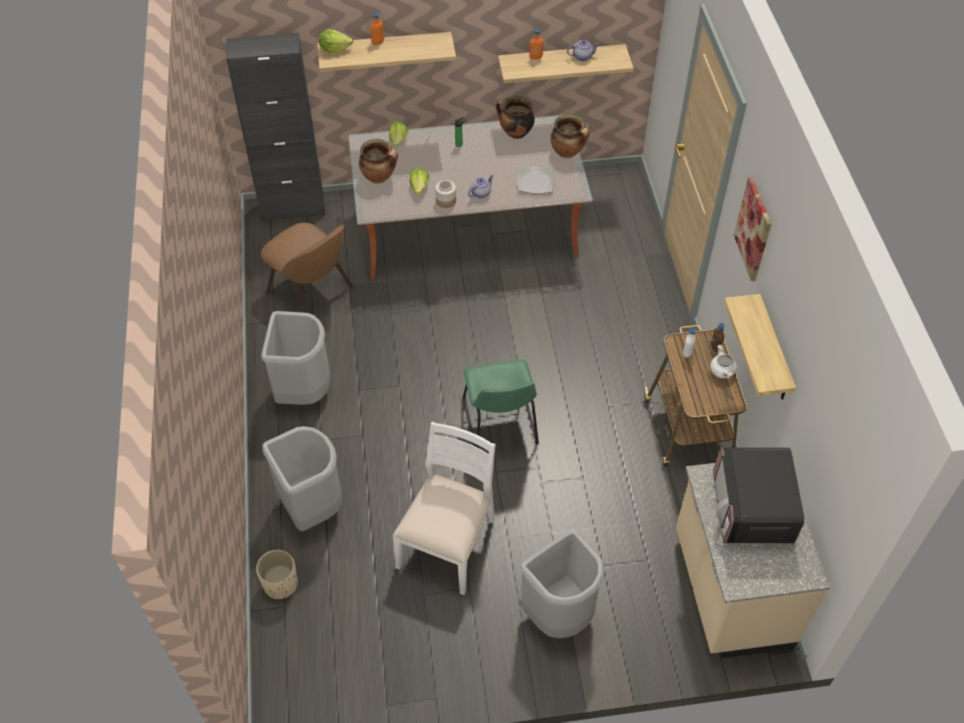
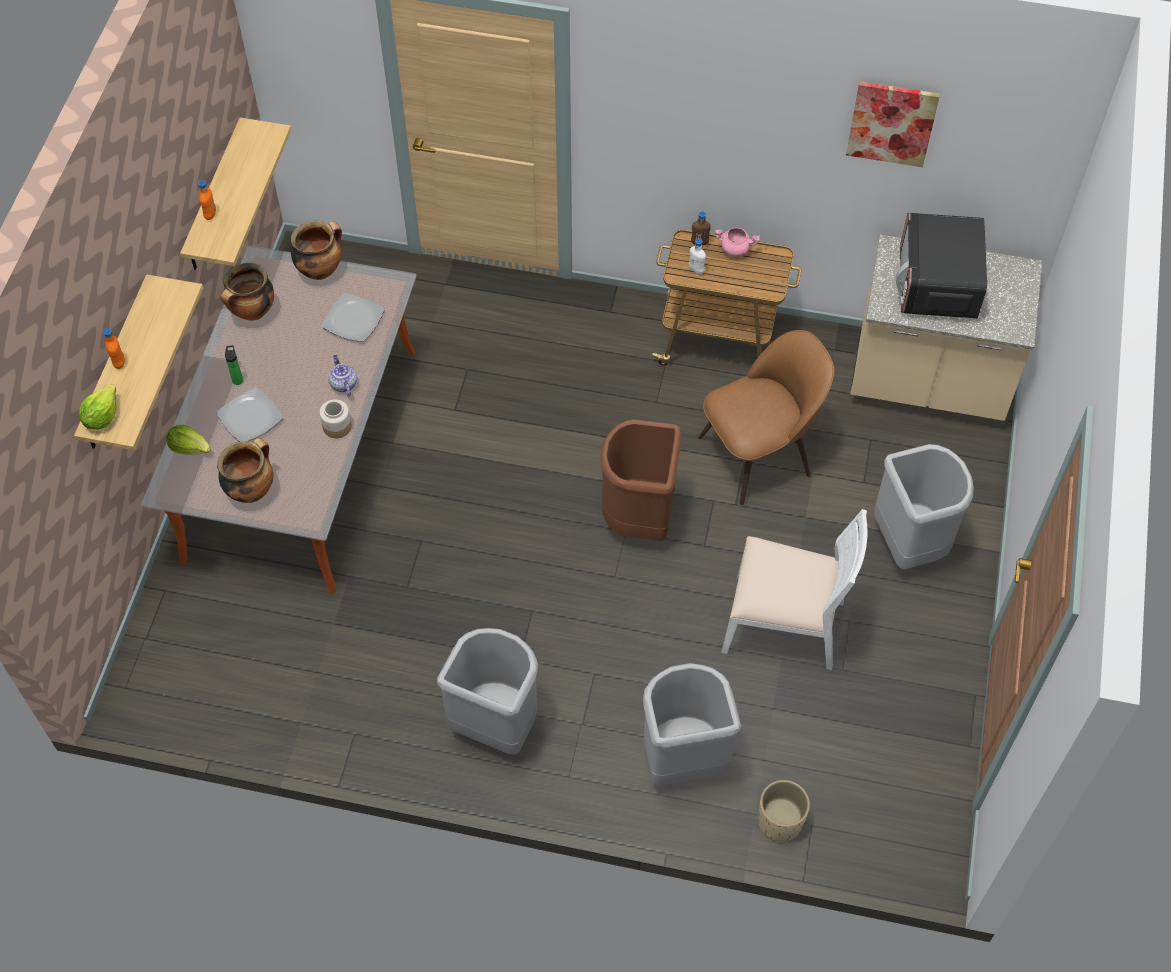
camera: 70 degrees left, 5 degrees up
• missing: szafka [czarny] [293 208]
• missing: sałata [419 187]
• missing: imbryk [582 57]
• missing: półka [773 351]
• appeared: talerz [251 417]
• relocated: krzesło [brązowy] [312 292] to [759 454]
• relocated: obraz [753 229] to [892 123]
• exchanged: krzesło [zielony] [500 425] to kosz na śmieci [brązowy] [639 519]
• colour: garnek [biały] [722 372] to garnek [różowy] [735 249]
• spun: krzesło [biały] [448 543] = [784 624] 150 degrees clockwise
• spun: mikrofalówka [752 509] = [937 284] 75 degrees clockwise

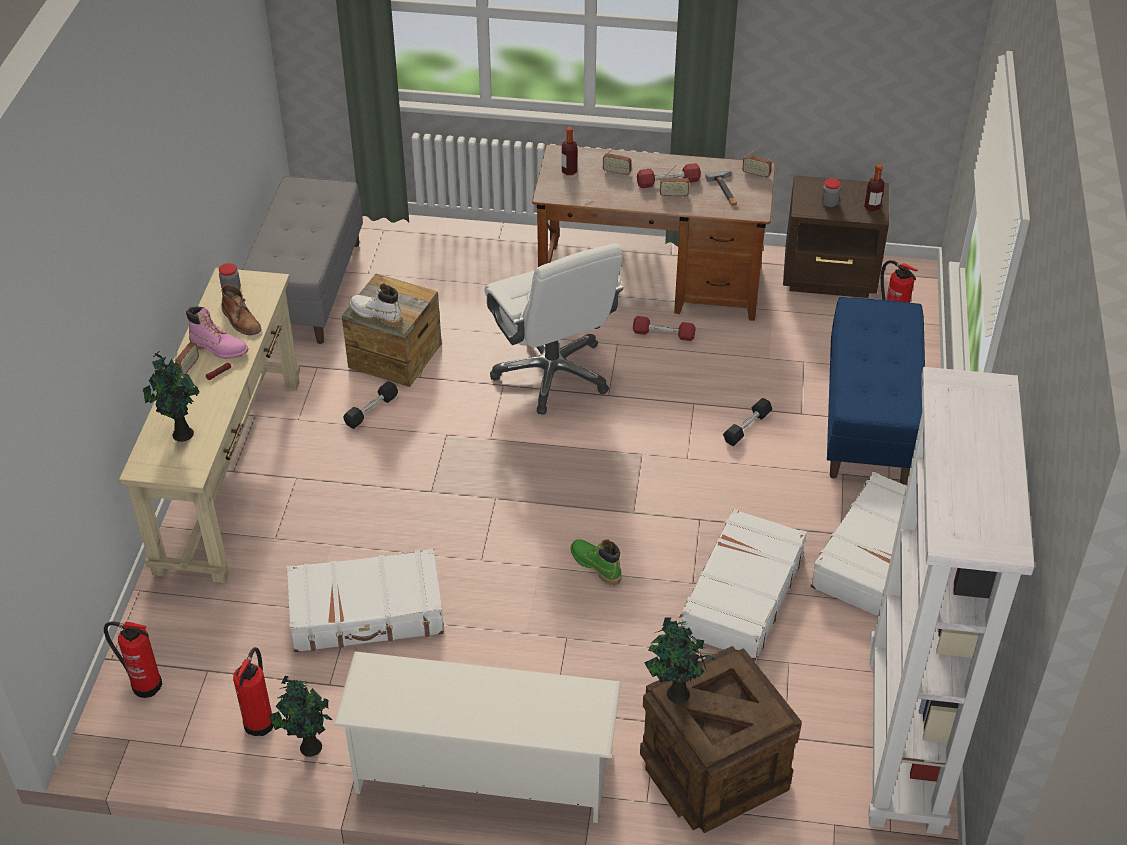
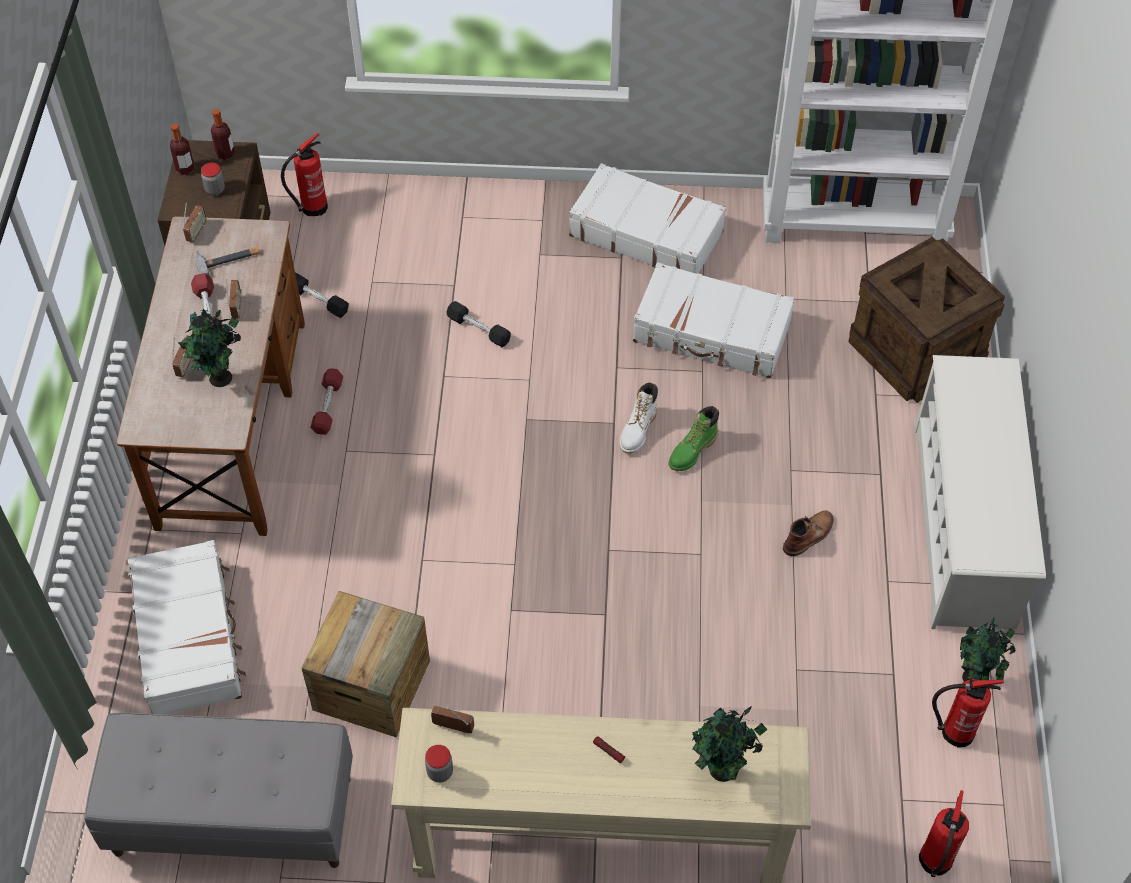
camera: 95 degrees left, 10 degrees up
• missing: but z cholewką [różowy] [219 348]
• missing: krzesło biurowe [biały] [553 373]
• missing: ławka [niebieski] [869 420]
• relocated: radio [188 367] to [453 727]
• relocated: but z cholewką [brązowy] [241 320] to [809 535]
• relocated: walizka [biały] [367 613] to [189 636]
• relocated: hantel [czarny] [371 410] to [318 300]
• relocated: but z cholewką [biały] [376 314] to [638 431]
• relocated: butelka [569 171] to [185 169]
• relocated: roślina doniczkowa [675 694] to [221 379]

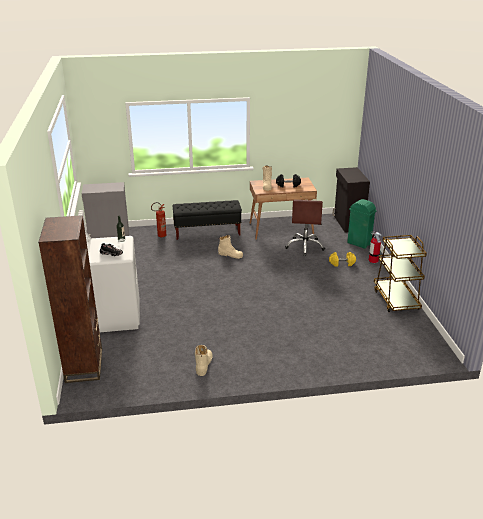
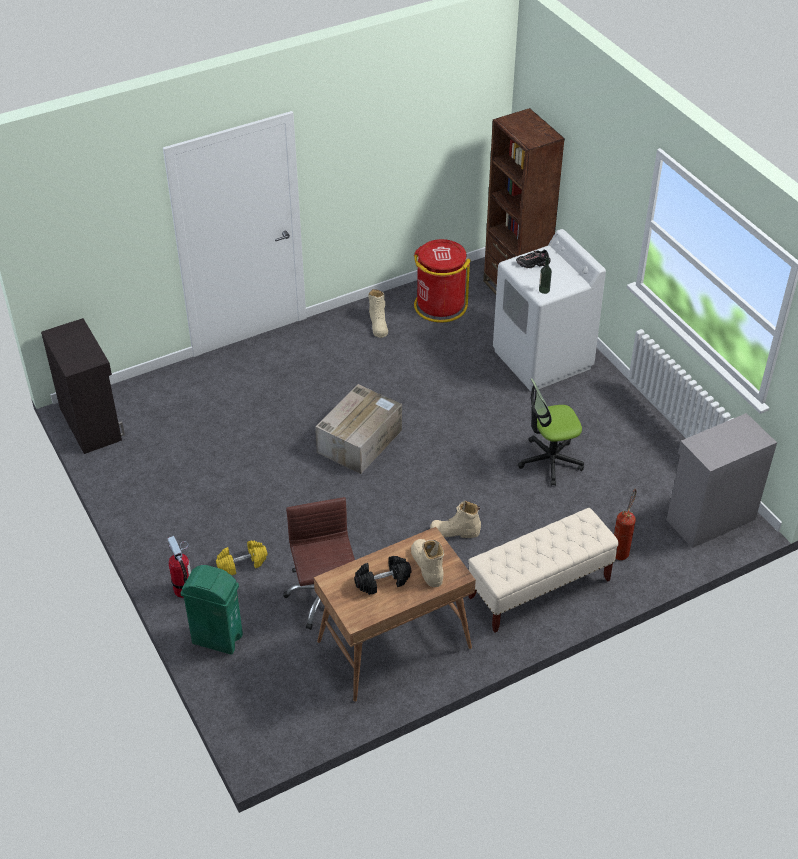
camera: 160 degrees right, 15 degrees up
• missing: wózek [brązowy] [396 299]
• appeared: karton [360 440]
• appeared: kosz na śmieci [czerwony] [440 306]
• appeared: krzesło biurowe [550 461]
• relocated: szafka [czarny] [348 223] to [91 423]
• colour: ławka [czarny] [207 232] to ławka [beżowy] [539 589]

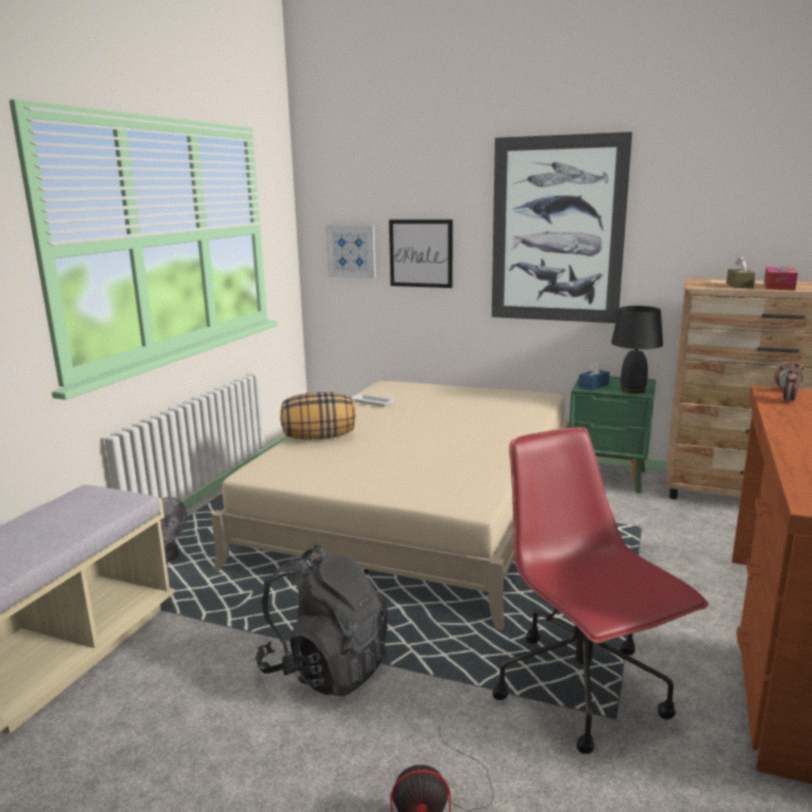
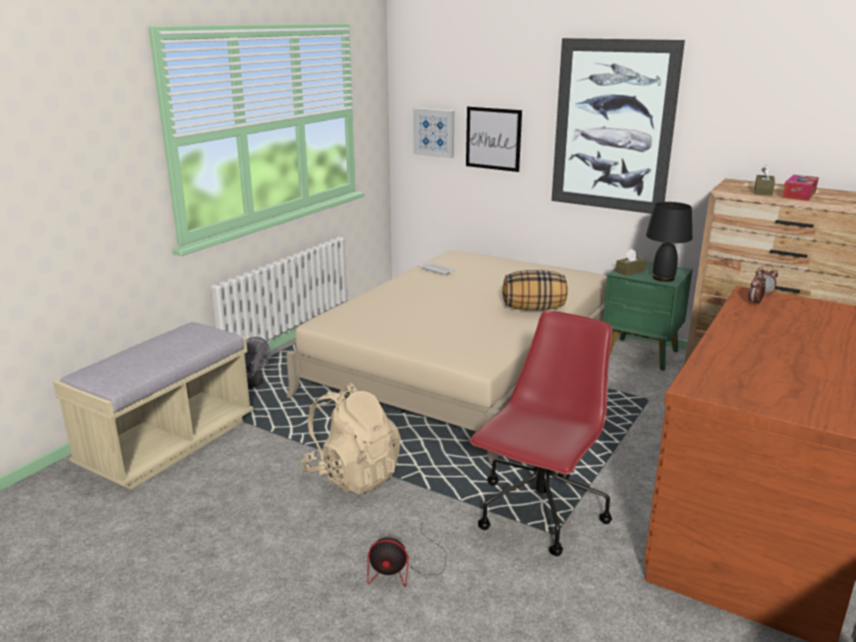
camera: 10 degrees right, 5 degrees up
• relocated: poduszka [319 437] to [533 308]
• colour: plecak [czarny] [326 668] to plecak [beżowy] [353 475]
• colour: pudełko chusteczek [niebieski] [593 386] to pudełko chusteczek [brązowy] [630 271]
• spun: krzesło biurowe [czerwony] [583 690] = [539 513] 45 degrees clockwise

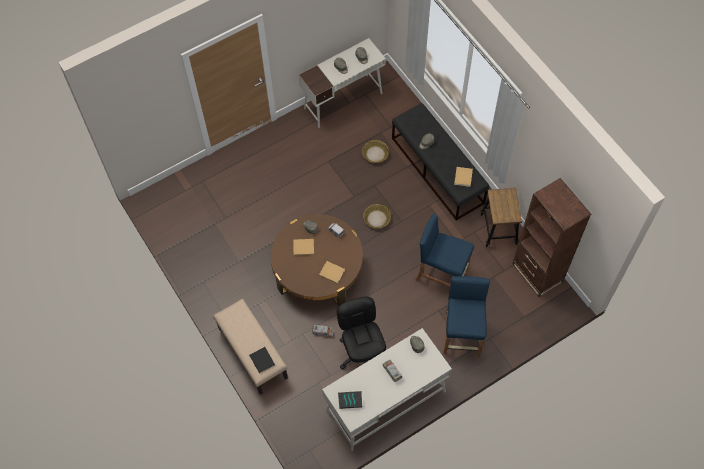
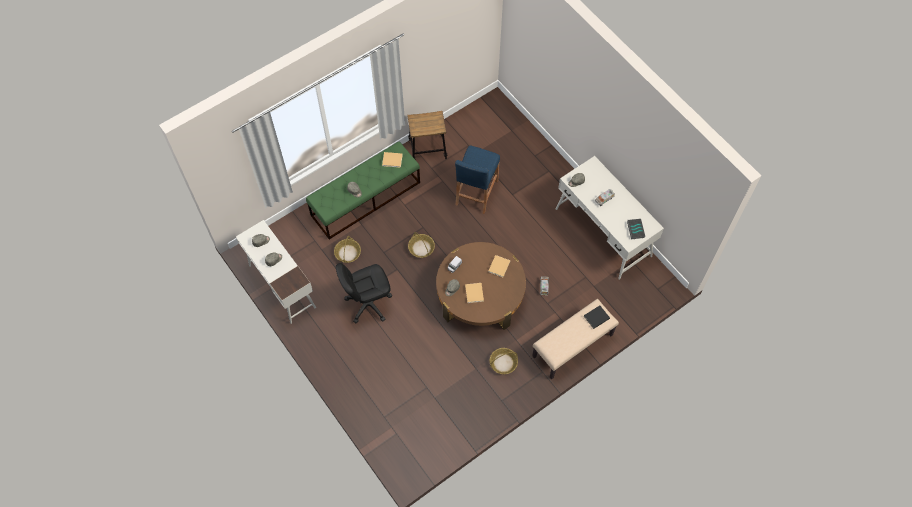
camera: 95 degrees left, 0 degrees up
• missing: stołek [niebieski] [462 334]
• missing: regał [brązowy] [537 273]
• appeared: koszyk [503 363]
• relocated: krzesło biurowe [czarny] [362 353] to [368 303]
• colour: ławka [czarny] [437 170] to ławka [zielony] [366 198]

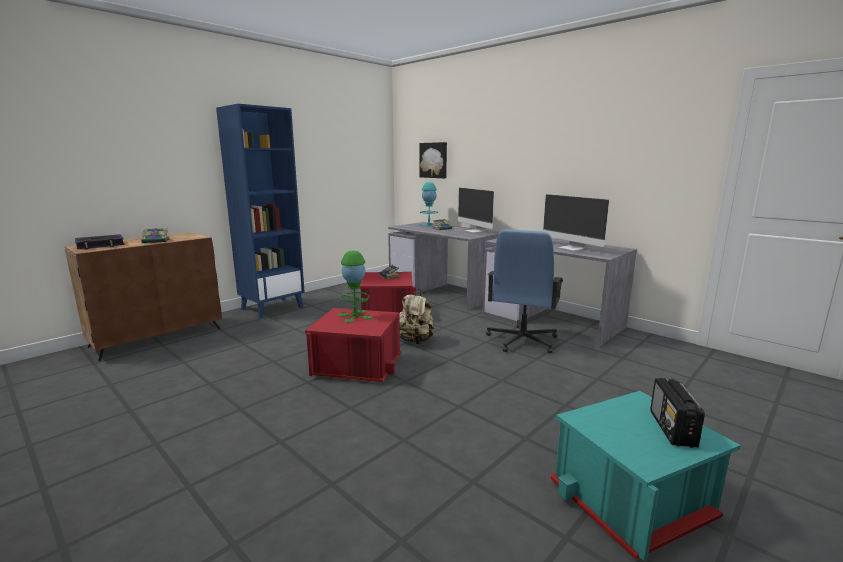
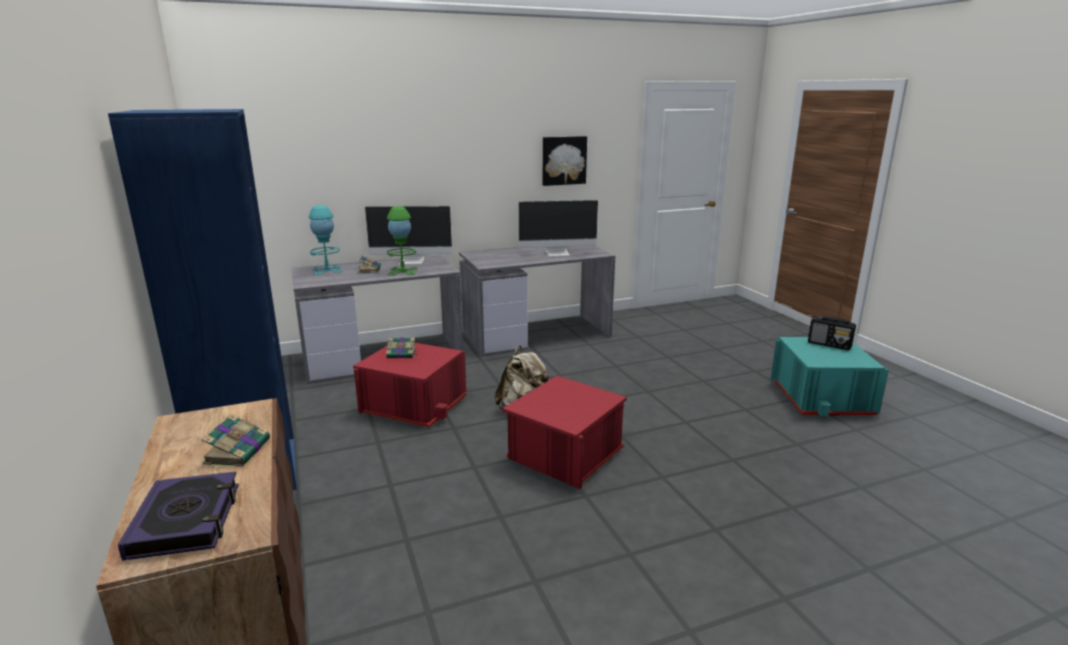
camera: 65 degrees left, 5 degrees up
• missing: krzesło biurowe [niebieski] [522 341]
• relocated: lampa stołowa [zielony] [355 316] to [403 271]
• relocated: obraz [434 160] to [563 160]

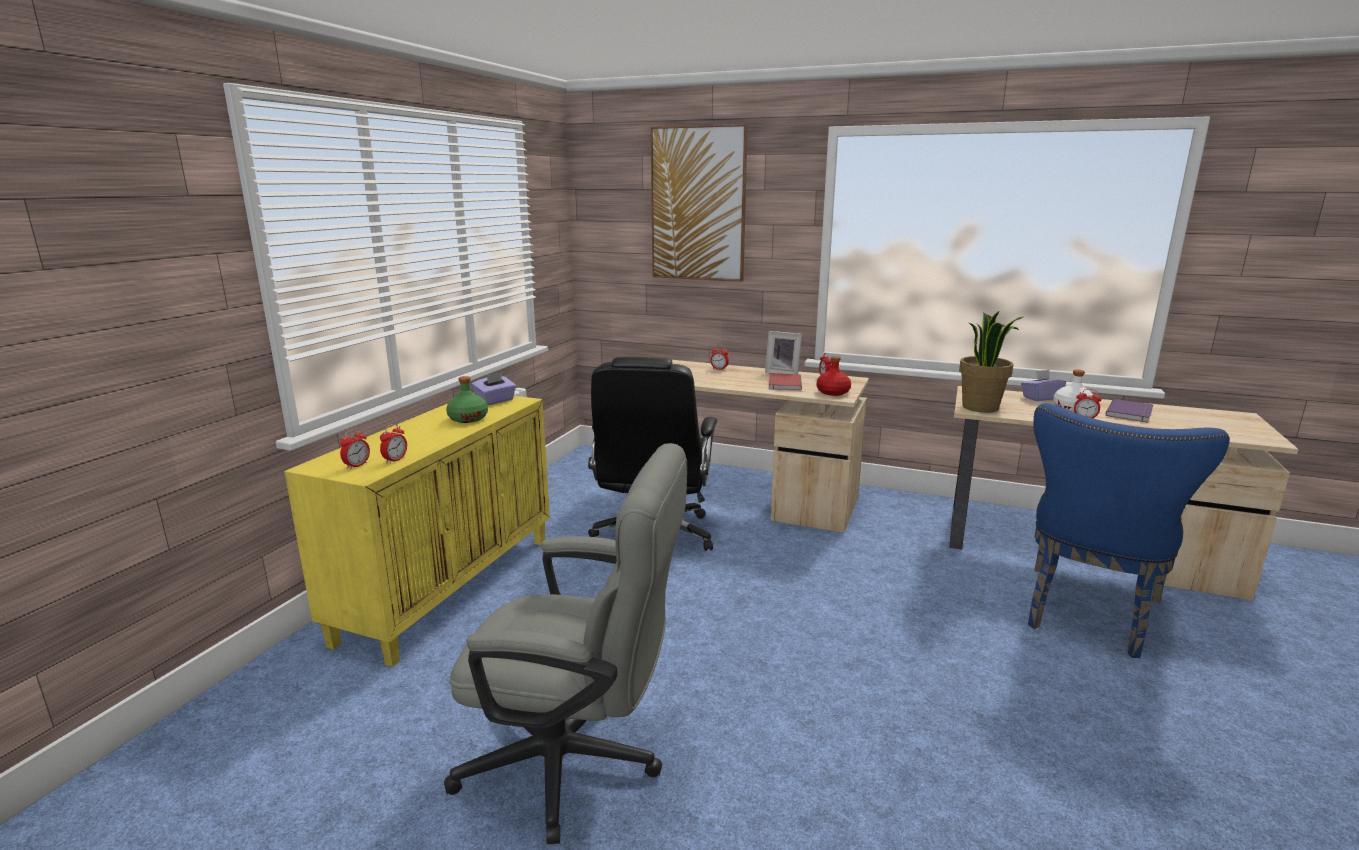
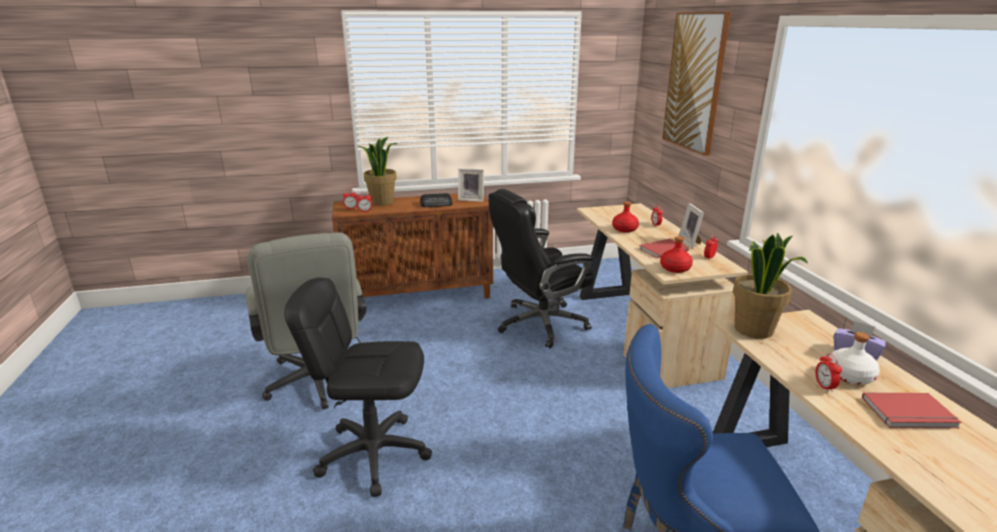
camera: 55 degrees right, 5 degrees up
• appeared: krzesło biurowe [czarny] [373 454]
• appeared: roślina doniczkowa [382 202]
• appeared: butelka [czerwony] [625 229]
• exchanged: butelka [zielony] [468 418] to radio [437 204]
• exchanged: pudełko chusteczek [fioletowy] [495 401] to ramka na zdjęcie [471 199]
• colour: szafka [żółty] [449 587] to szafka [brązowy] [418 295]
• colour: książka [fioletowy] [1131 413] to książka [czerwony] [910 414]

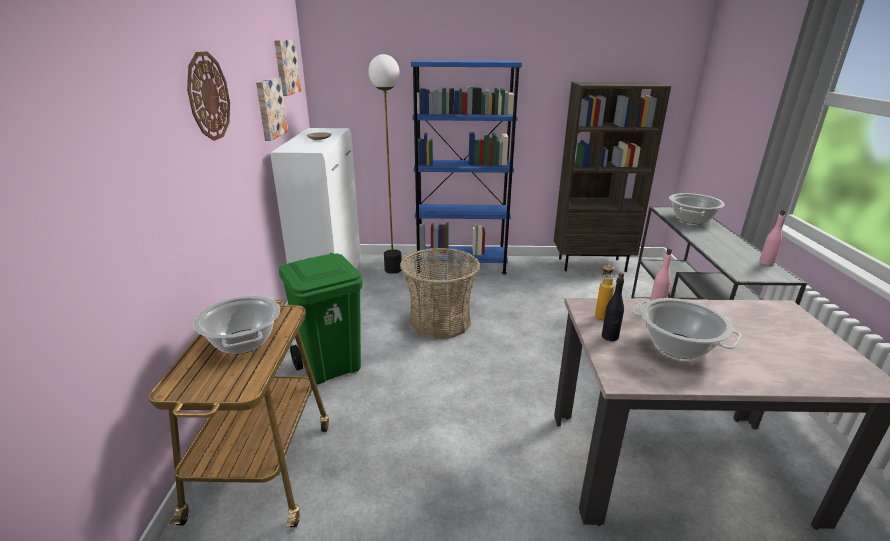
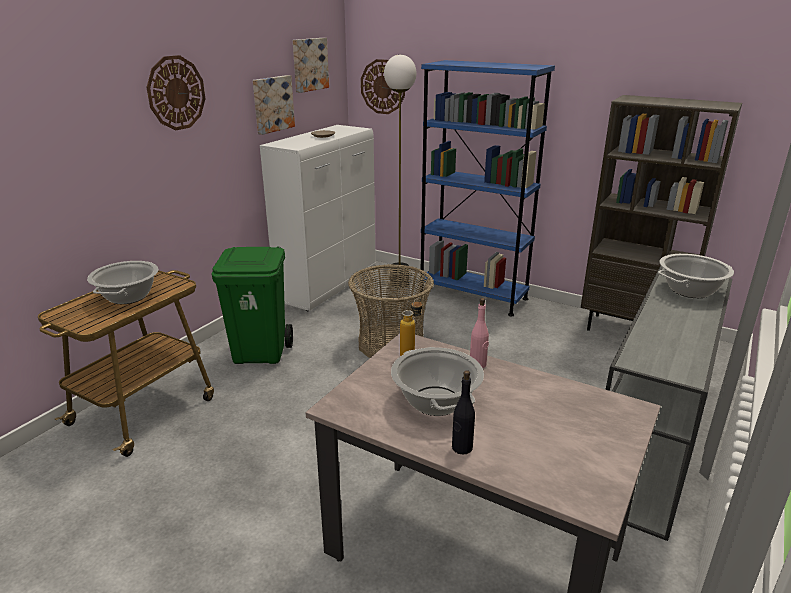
camera: 30 degrees right, 0 degrees up
• missing: butelka [różowy] [766 262]
• appeared: zegar ścienny [383 87]
• relocated: butelka [czarny] [610 337] to [461 448]

